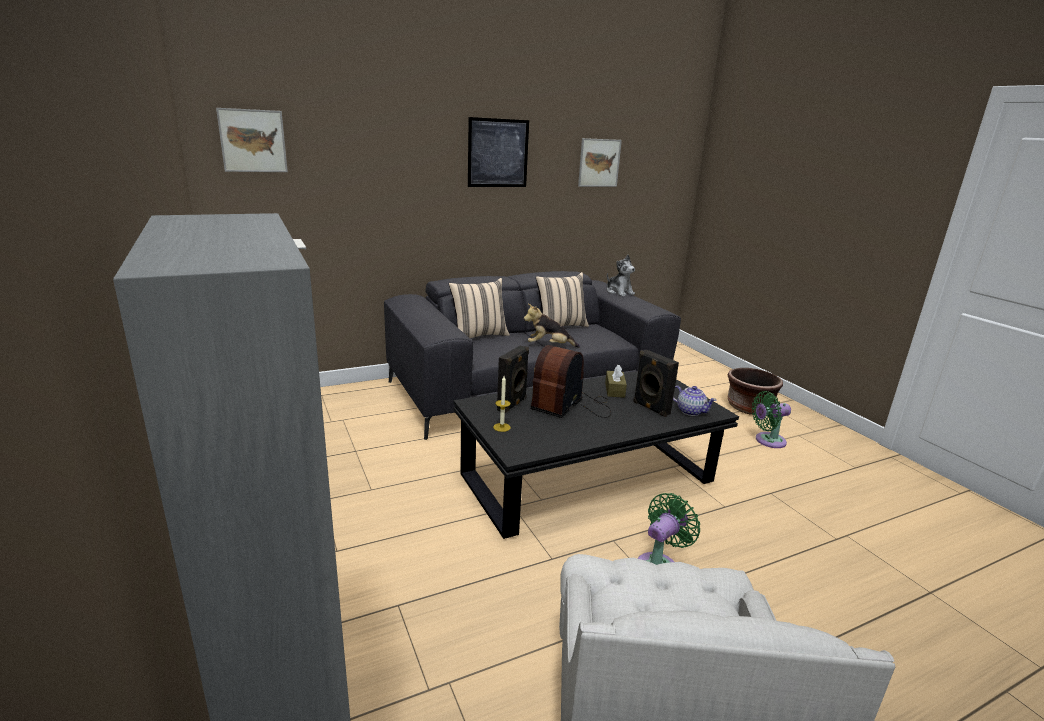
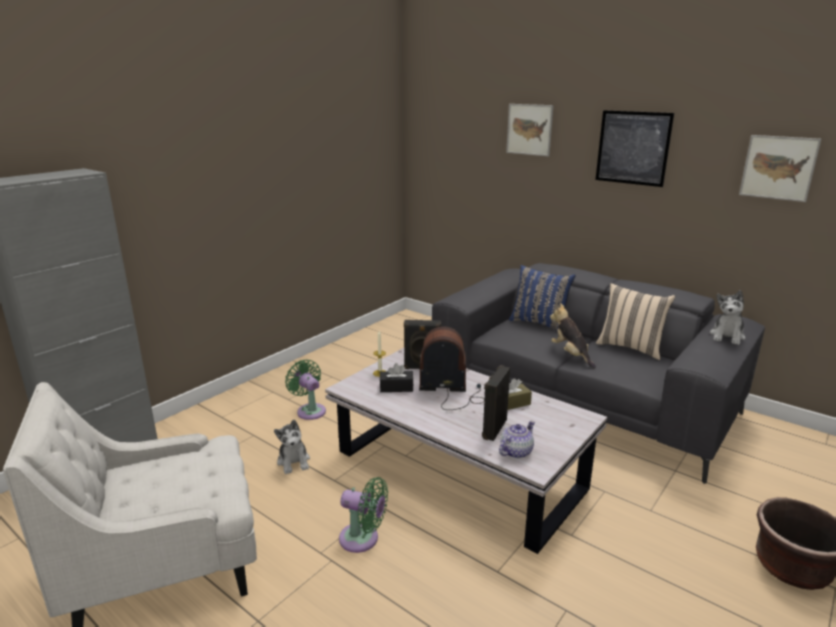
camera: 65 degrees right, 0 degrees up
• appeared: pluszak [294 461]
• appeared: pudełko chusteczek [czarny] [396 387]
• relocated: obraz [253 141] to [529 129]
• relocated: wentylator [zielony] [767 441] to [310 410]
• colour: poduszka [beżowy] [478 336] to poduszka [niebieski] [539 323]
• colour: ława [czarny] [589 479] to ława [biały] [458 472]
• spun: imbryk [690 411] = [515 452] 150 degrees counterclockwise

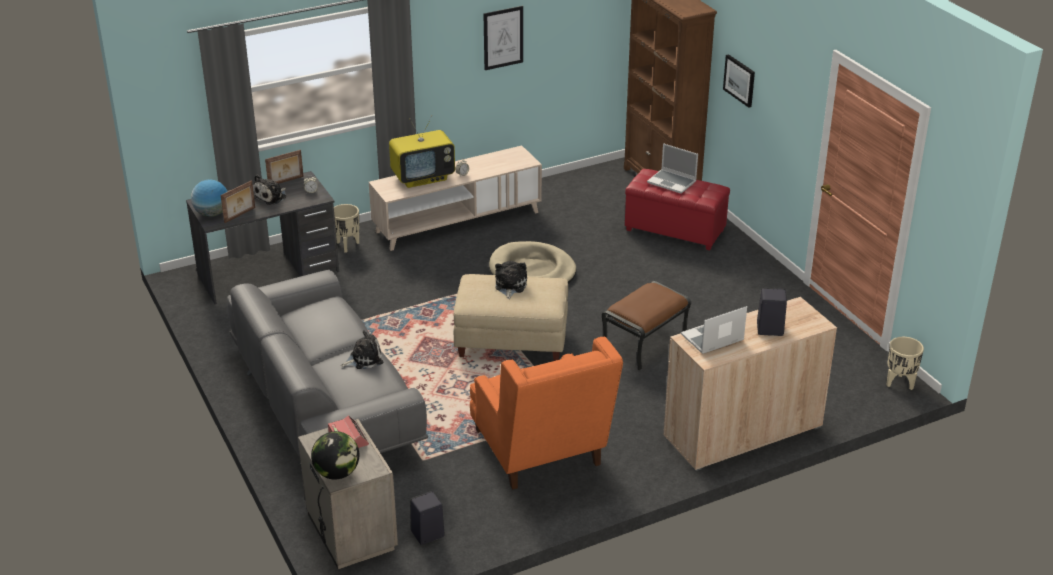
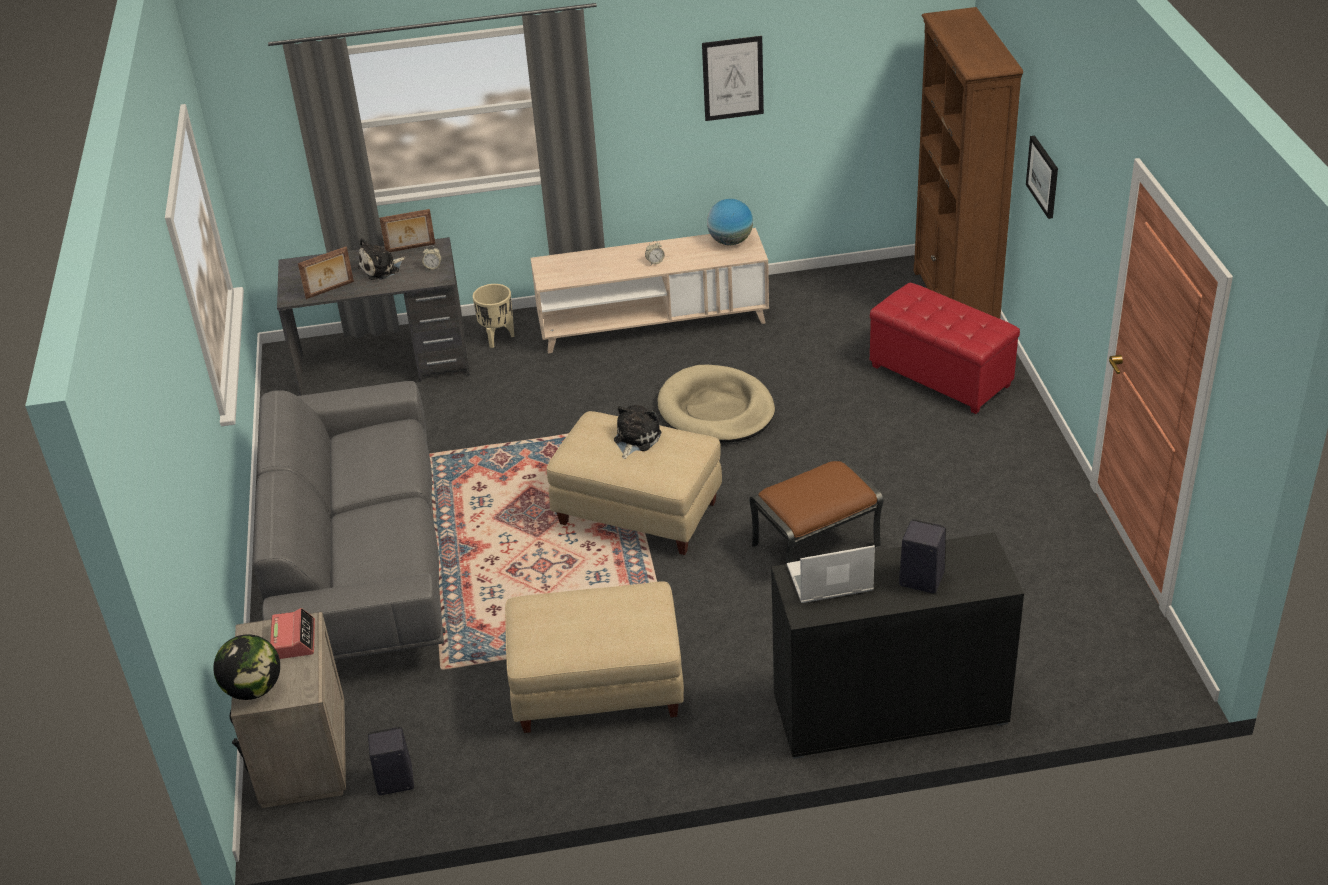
camera: 20 degrees right, 5 degrees up
• missing: pluszak [364 359]
• missing: telewizor [423 178]
• missing: laptop [672 182]
• missing: donica [beżowy] [900 383]
• relocated: globus [212 214] to [730 241]
• exchanged: fotel [pomarańczowy] [542 454] to pufa [beżowy] [598 690]
• colour: szafka [beżowy] [742 432] to szafka [czarny] [889 709]

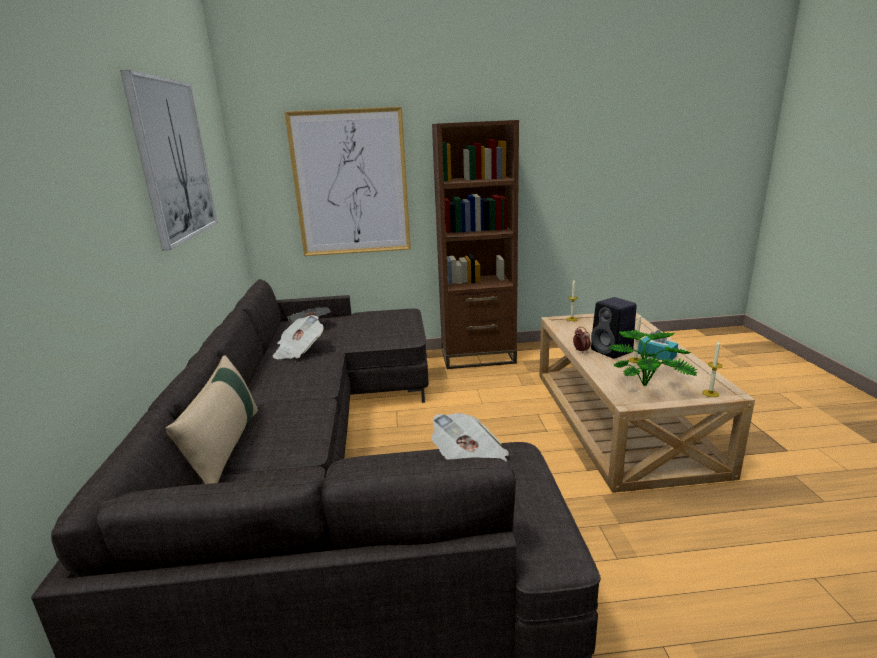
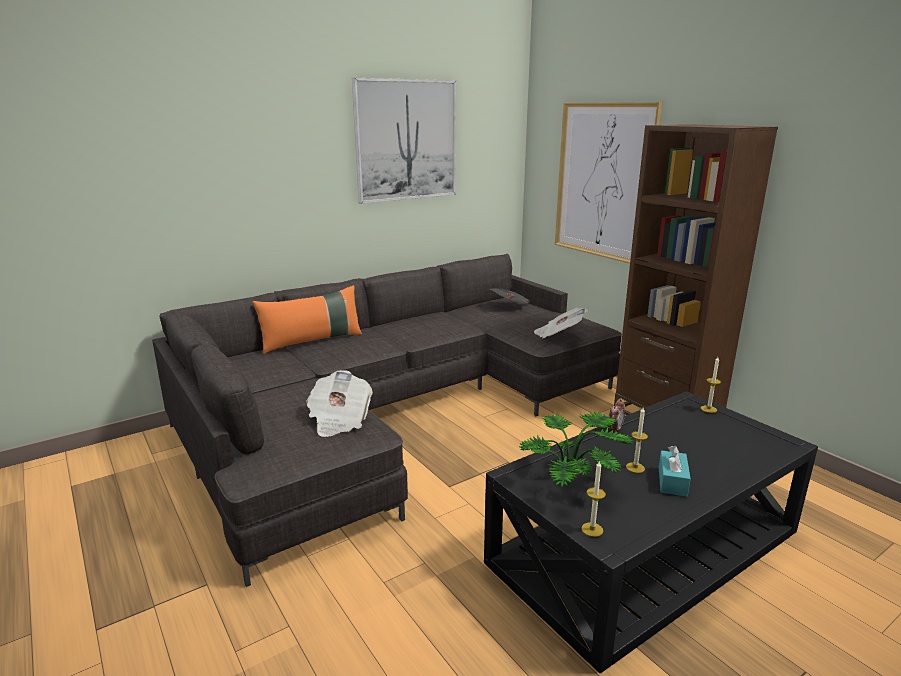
camera: 60 degrees right, 0 degrees up
• missing: głośnik [czarny] [613 351]
• relocated: gazeta [299 351] to [558 335]
• colour: poduszka [beżowy] [226 447] to poduszka [pomarańczowy] [312 341]
• colour: ława [beżowy] [620 419] to ława [czarny] [644 546]

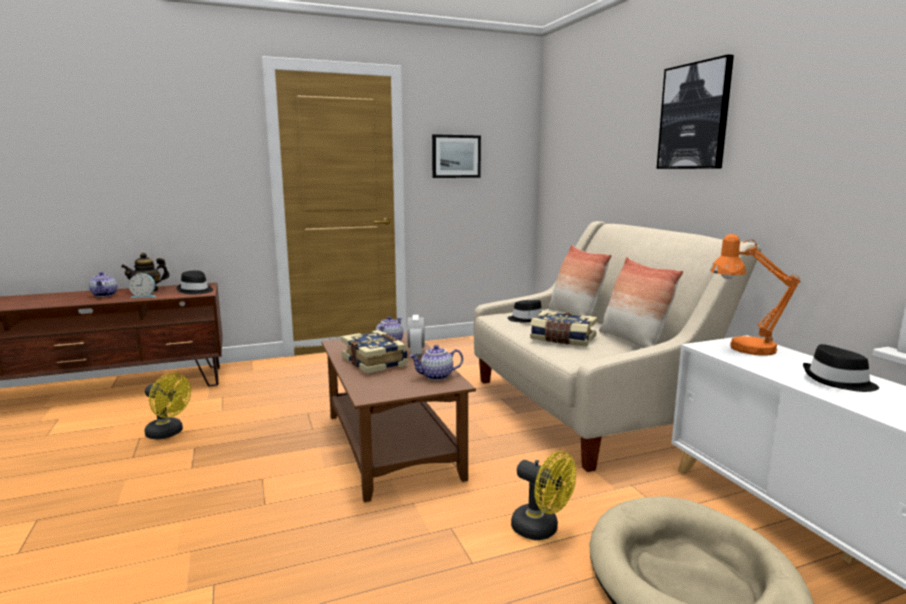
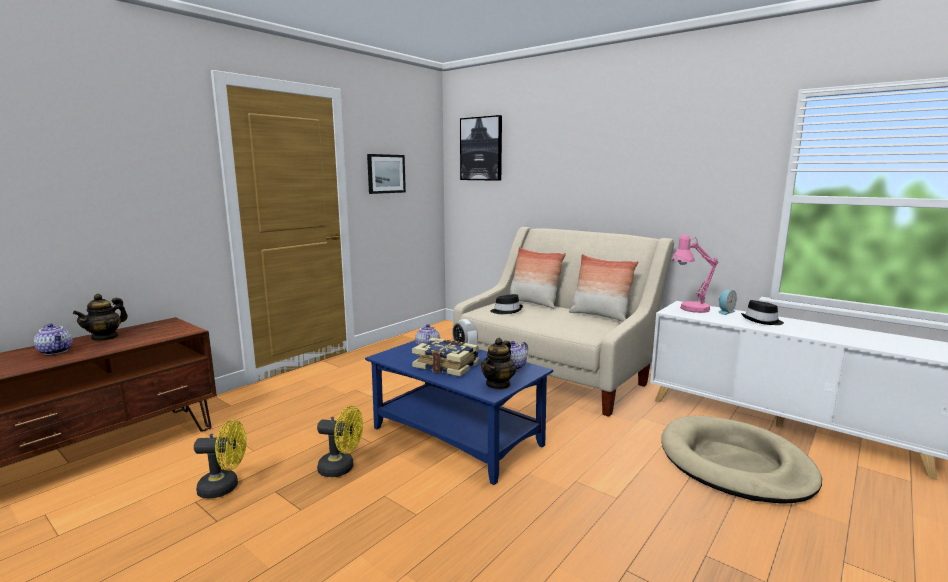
camera: 30 degrees left, 0 degrees up
• missing: kapelusz [czarny] [195 290]
• missing: książka [562 339]
• appeared: imbryk [498 384]
• relocated: budzik [144 296] to [725 312]
• relocated: wentylator [żółty] [541 530] to [342 468]
• relocated: obraz [694 116] to [481 149]
• colour: ława [brązowy] [392 446] to ława [niebieski] [458 437]
• colour: lampa stołowa [pomarańczowy] [742 348] to lampa stołowa [różowy] [689 309]

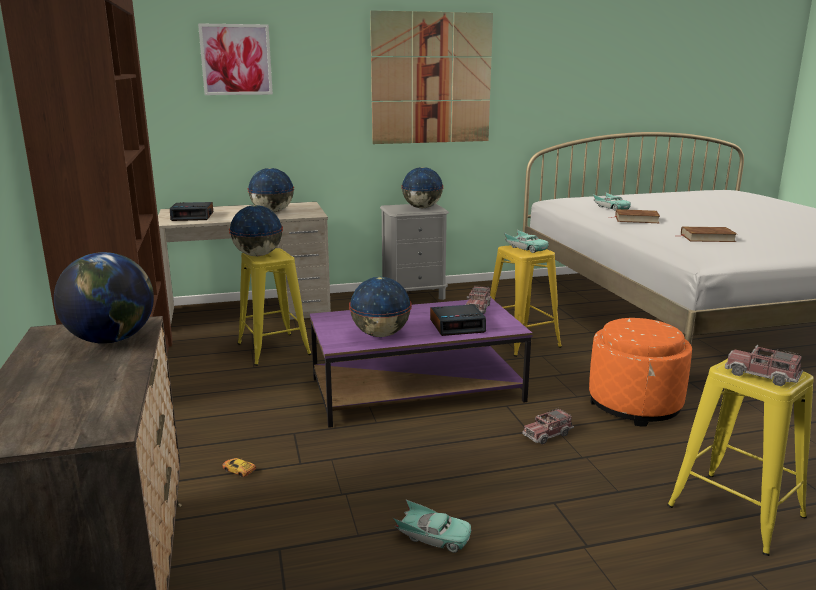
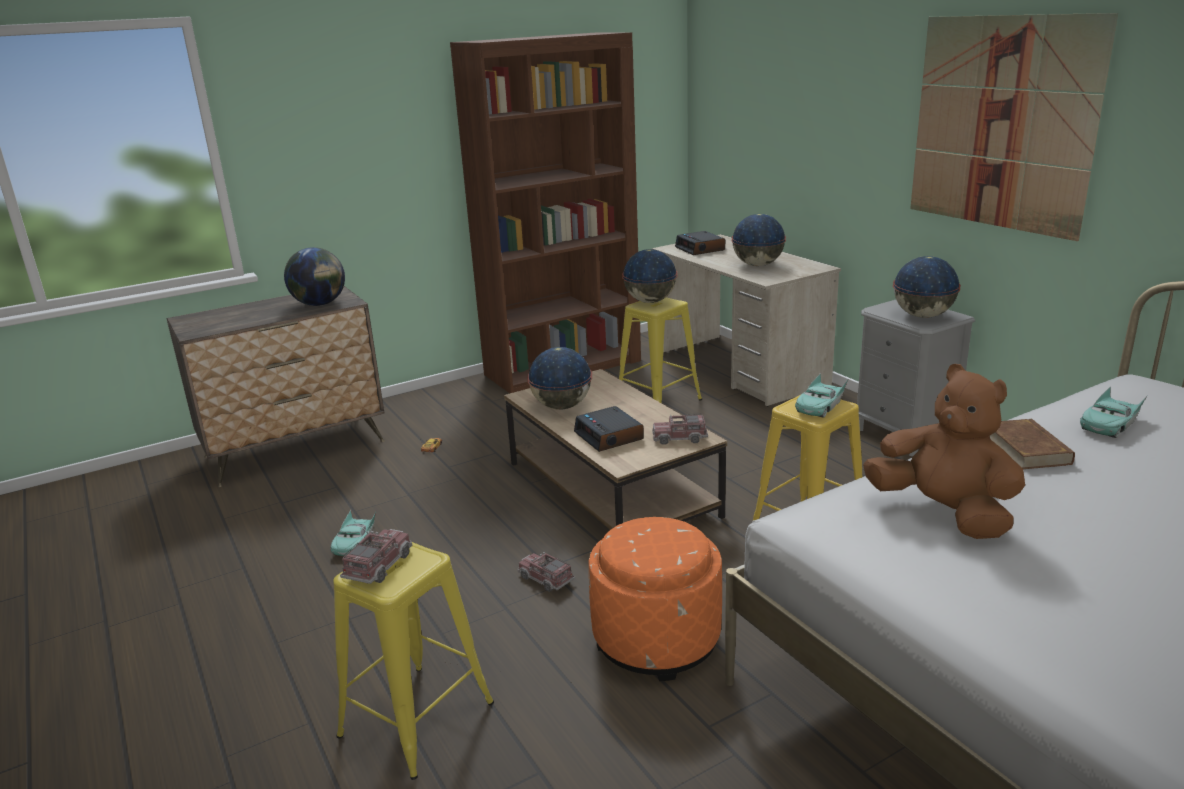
camera: 75 degrees right, 5 degrees up
• missing: obraz [236 60]
• exchanged: książka [brązowy] [707 238] to pluszak [brązowy] [943 513]
• colour: ława [fioletowy] [418 389] to ława [brązowy] [612 489]

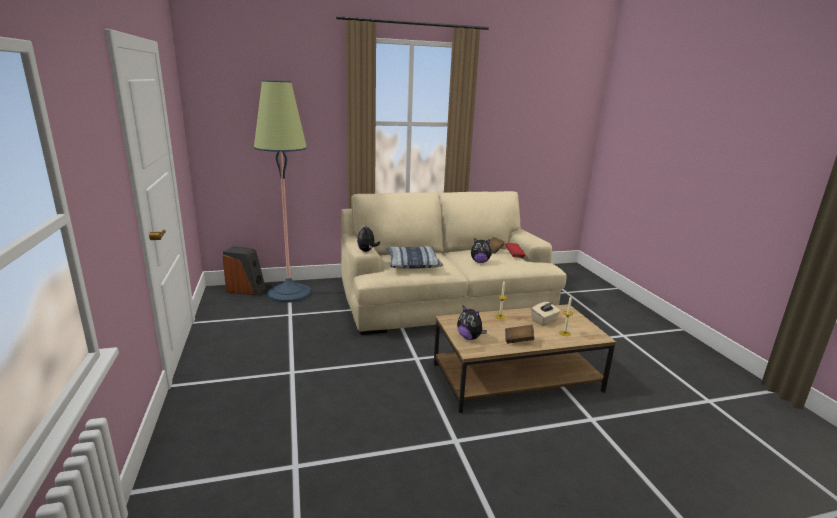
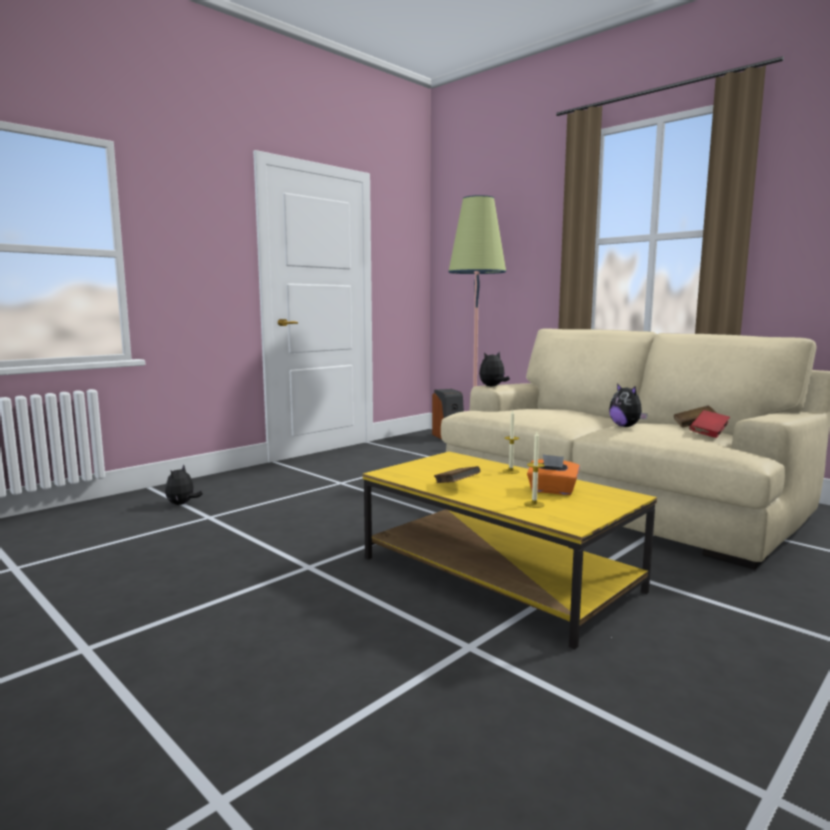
camera: 60 degrees right, 10 degrees down
• missing: poduszka [412 263]
• relocated: pluszak [469 337] to [182 504]
• colour: ława [brązowy] [517 377] to ława [żółty] [500 574]
• colour: pudełko chusteczek [beżowy] [544 320] to pudełko chusteczek [pomarańczowy] [552 490]

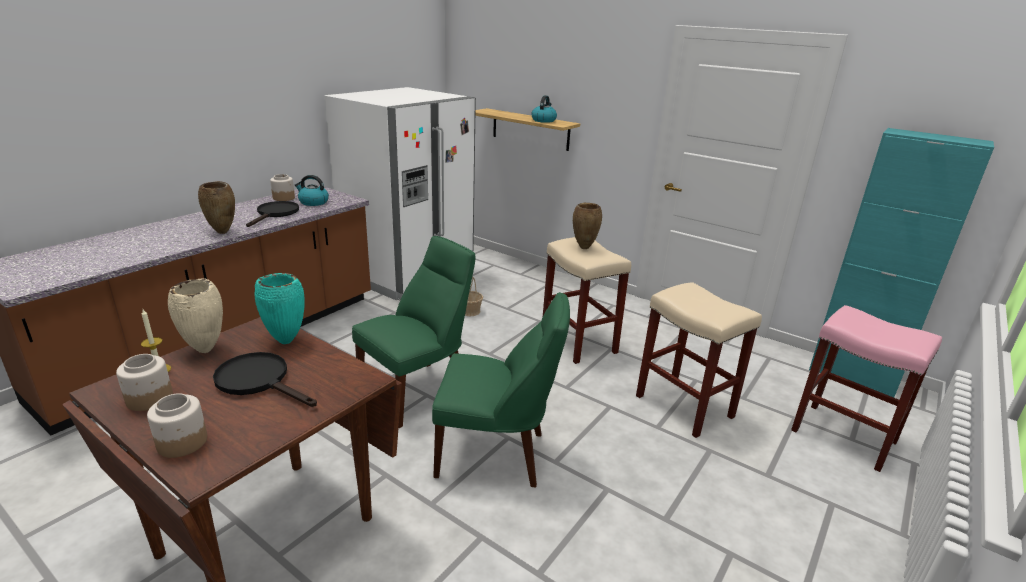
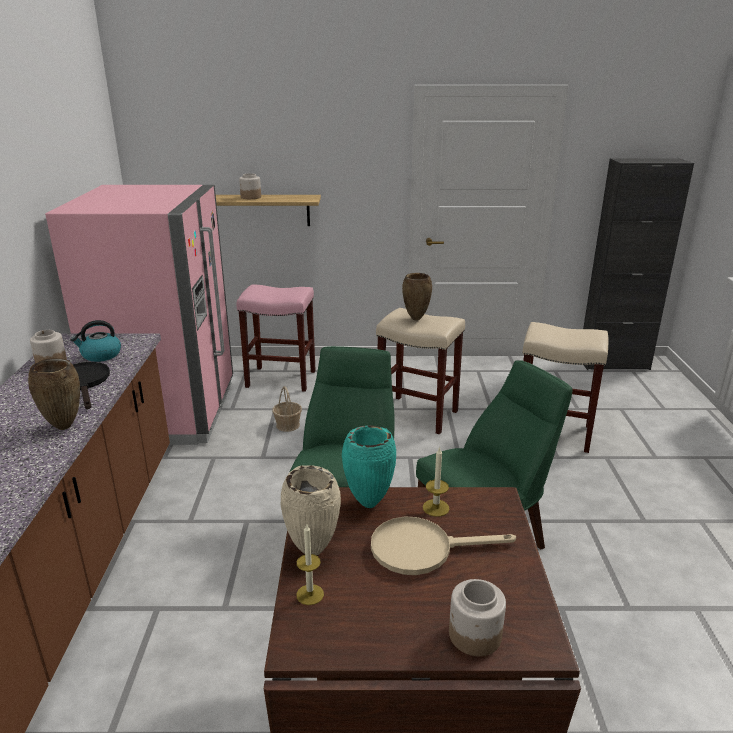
camera: 35 degrees left, 0 degrees up
• missing: czajnik [543 120]
• appeared: świeca [436 508]
• relocated: słoik [149 399] to [250 197]
• relocated: stołek [różowy] [842 435] to [280 379]
• colour: patelnia [czarny] [259 381] to patelnia [beżowy] [422 549]
• colour: lodówka [biały] [409 274] to lodówka [różowy] [170 412]
• colour: szafka [turkusowy] [852 376] to szafka [czarny] [614 363]

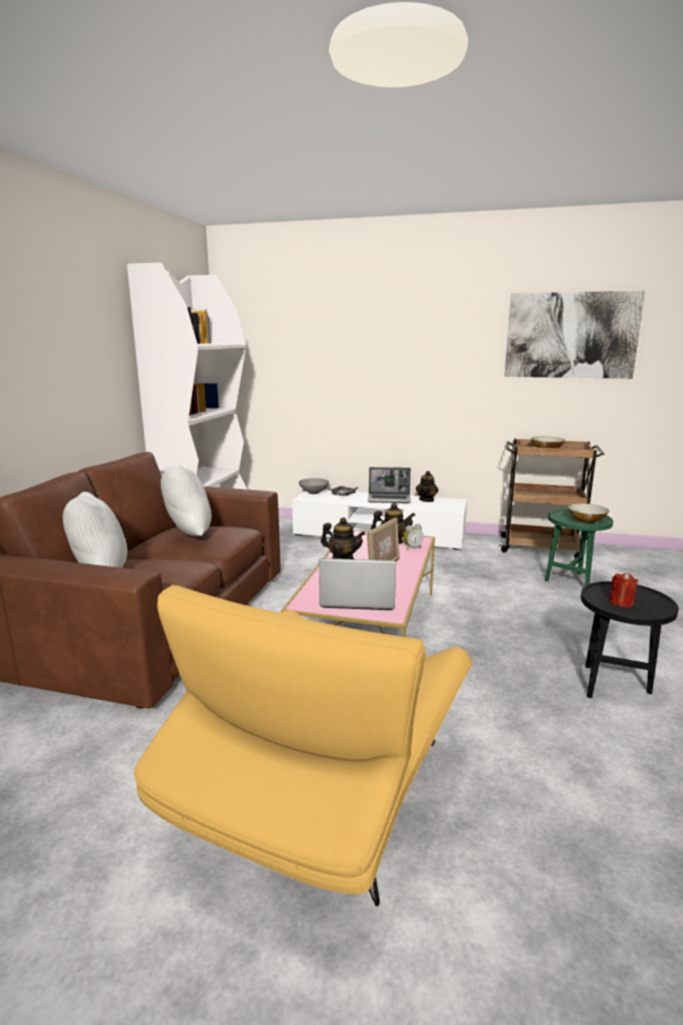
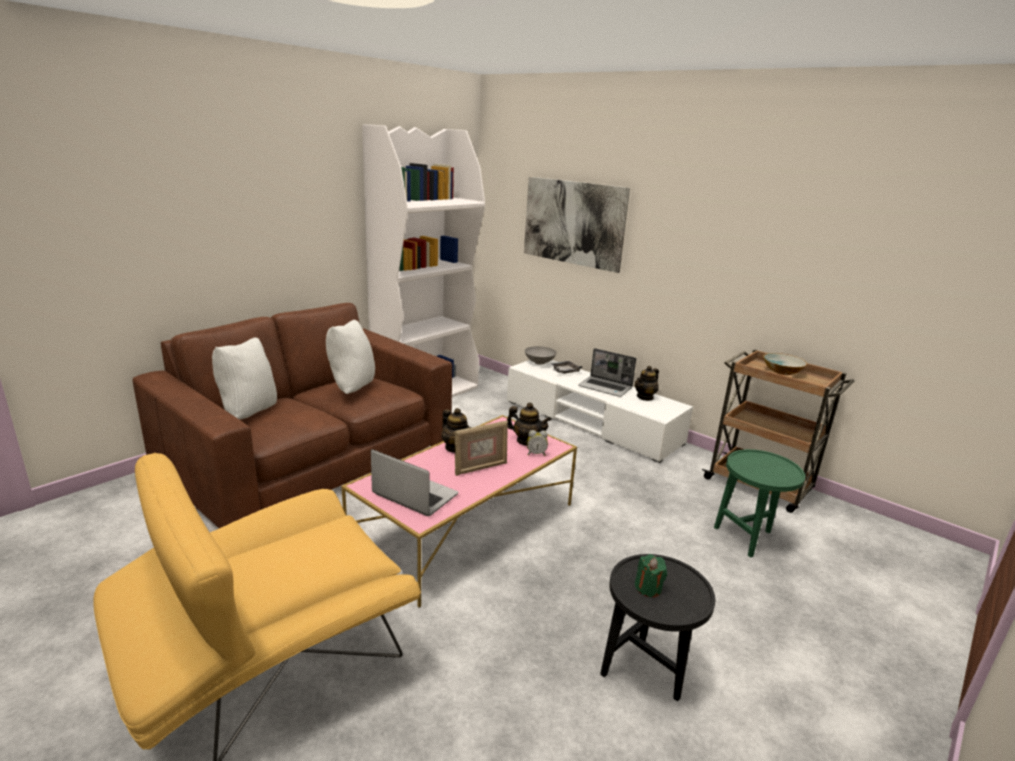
camera: 25 degrees right, 5 degrees up
• missing: miska [586 520]
• relocated: obraz [571 335] to [573 223]
• colour: świeca [czerwony] [621 602] to świeca [zielony] [648 588]

